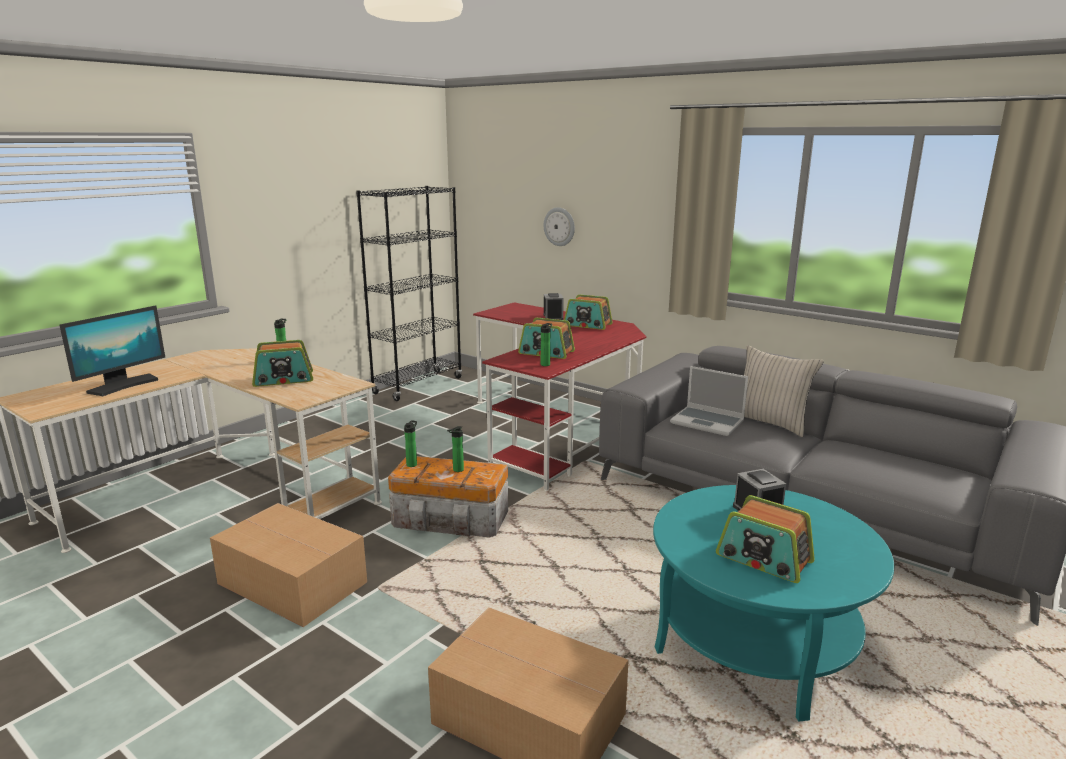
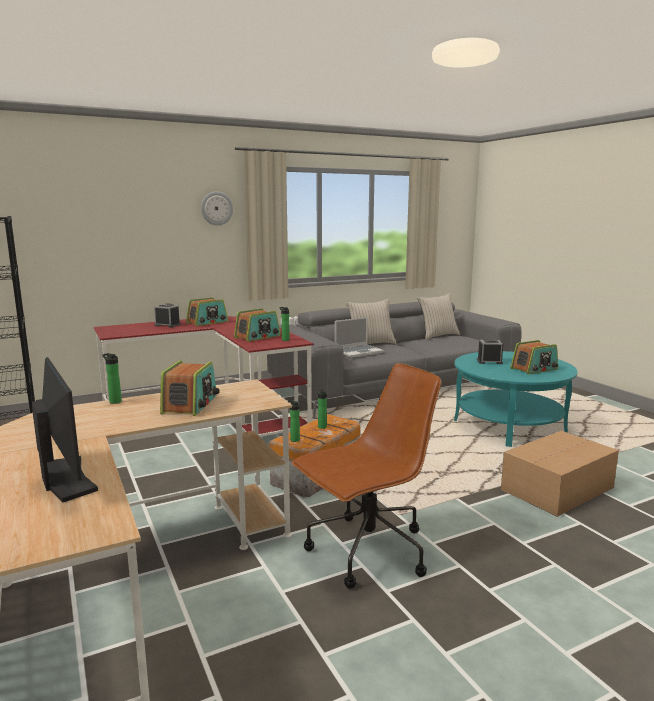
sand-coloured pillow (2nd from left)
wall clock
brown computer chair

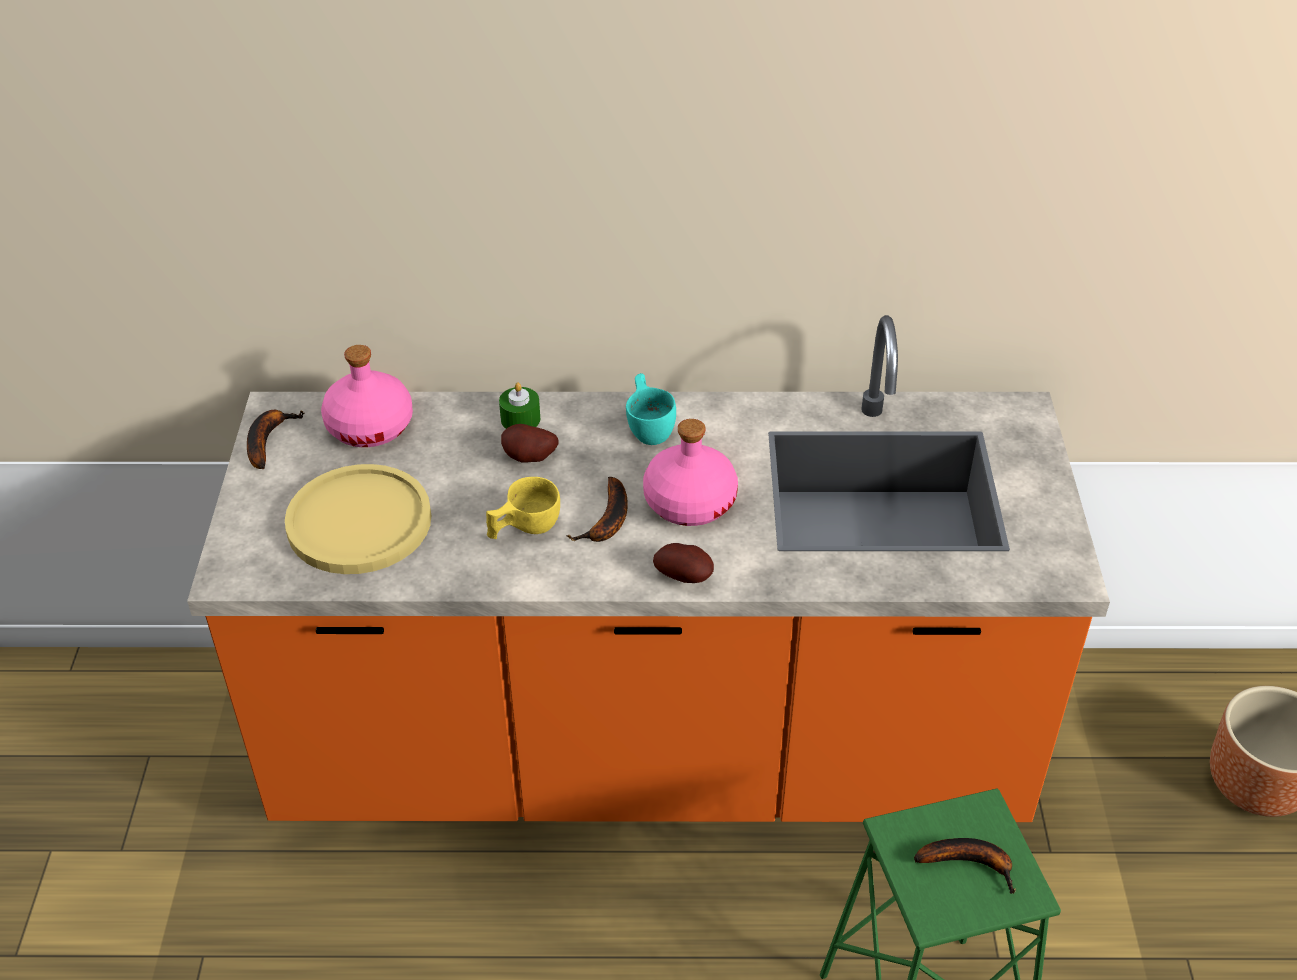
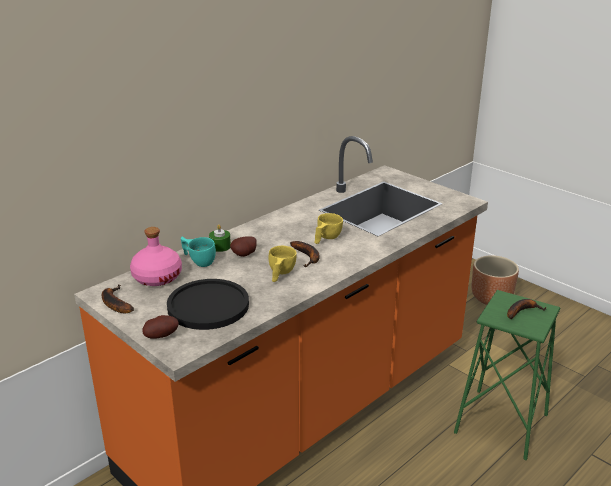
turquoise-coloured cup
potato (1st from left)
yellowish cup (2nd from left)
blackish flat dish

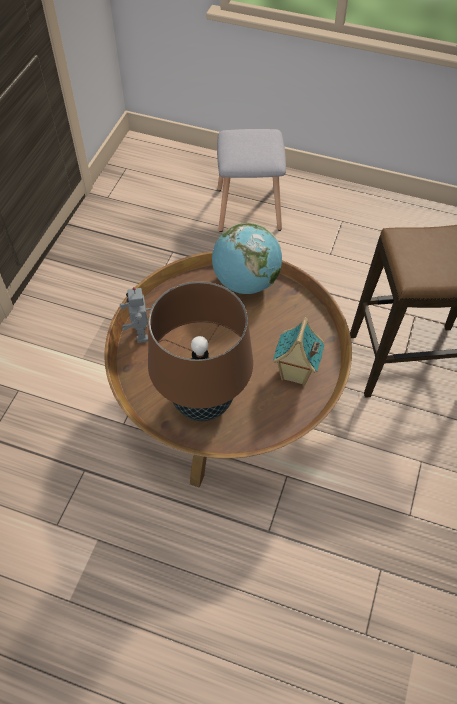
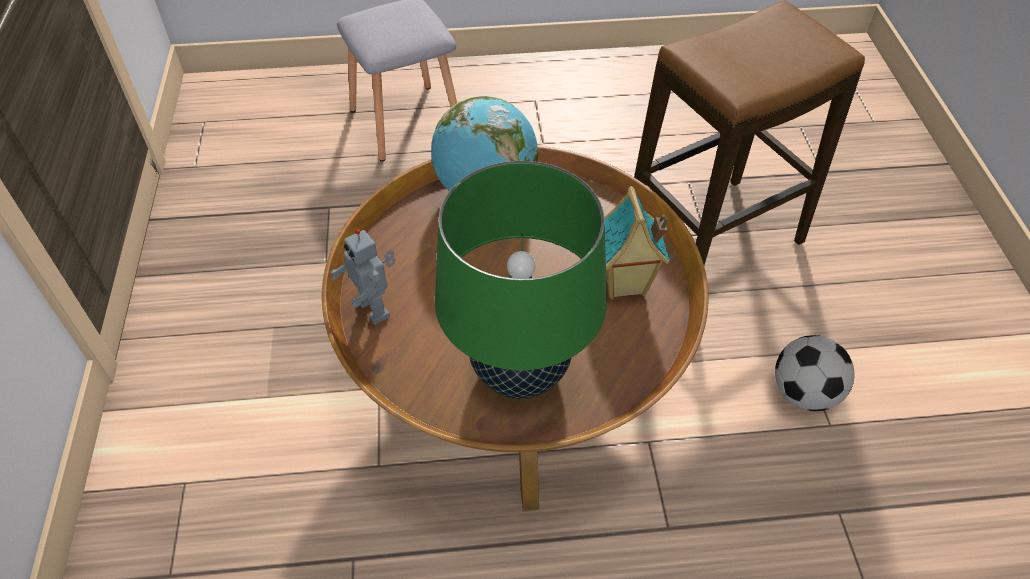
football ball
green-coloured lamp for a table

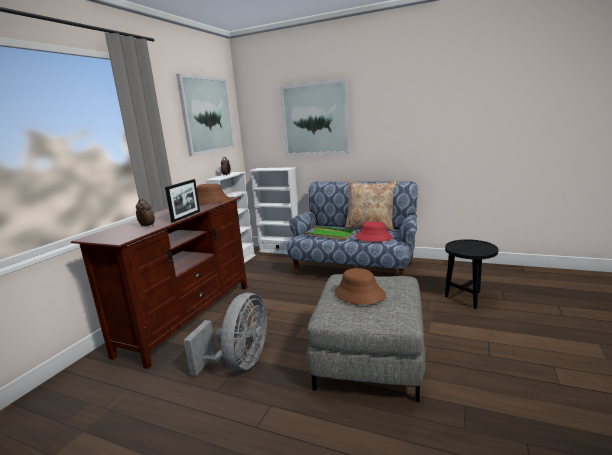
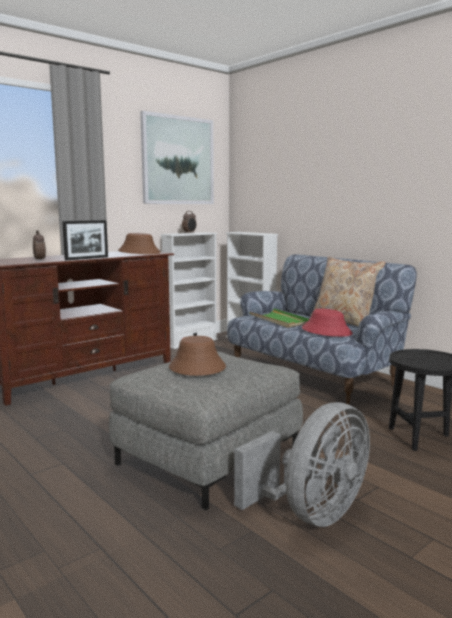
wall picture (2nd from left in the first image)
greyish fan

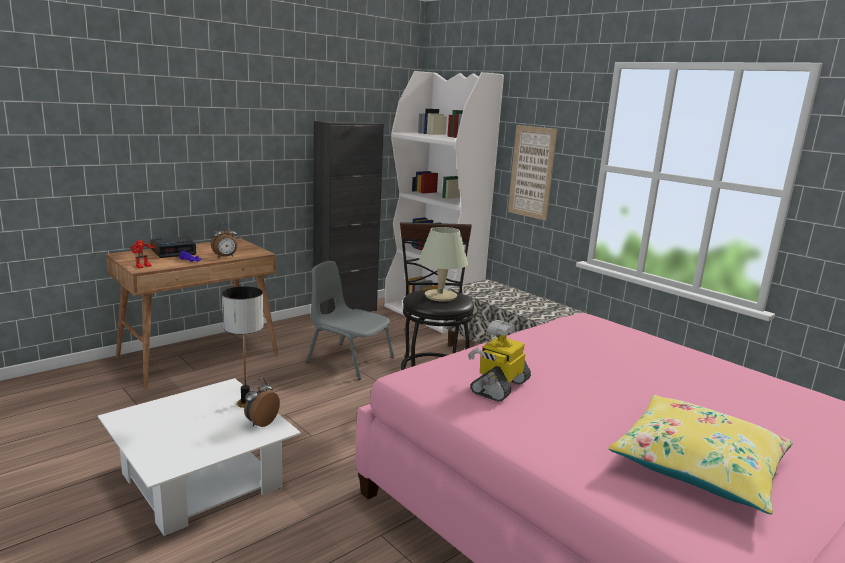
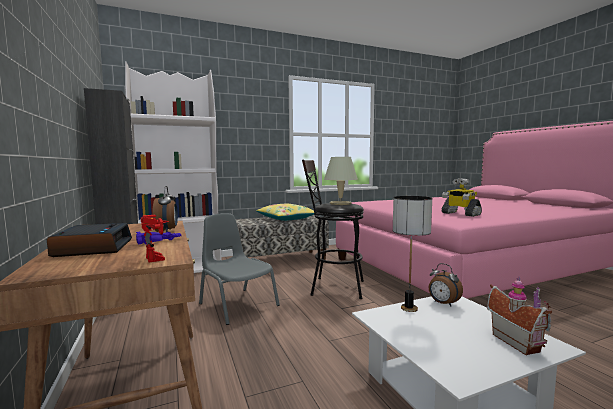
wall picture
model house
yellowish pillow
greyish plain chair

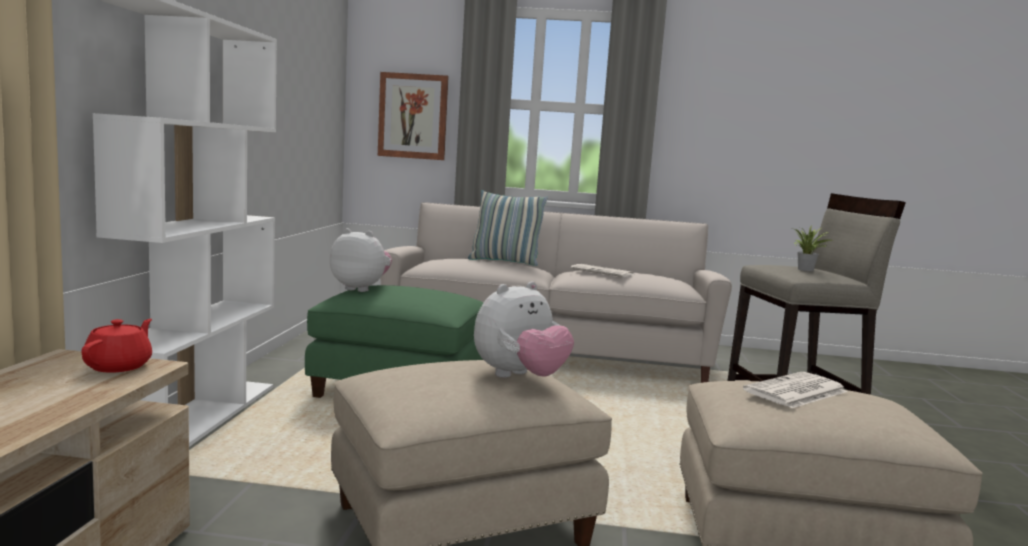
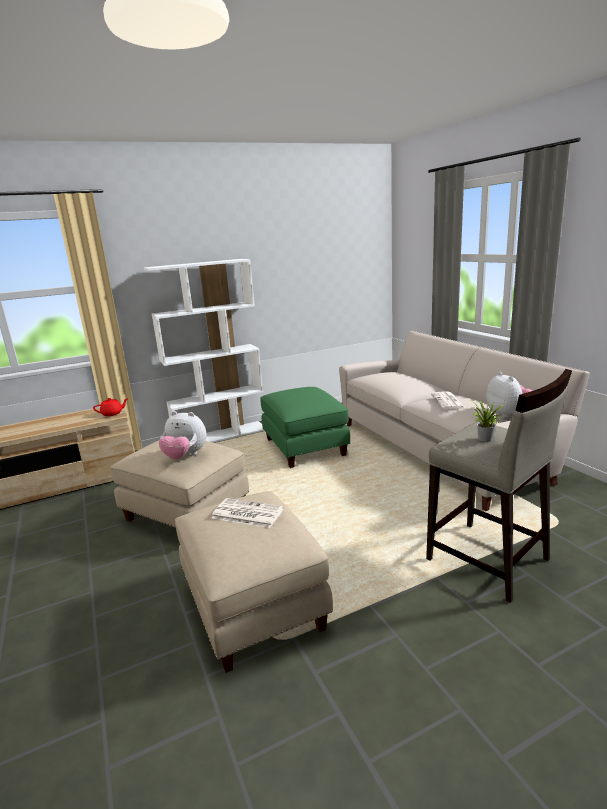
wall picture
pillow
soft toy (2nd from left)

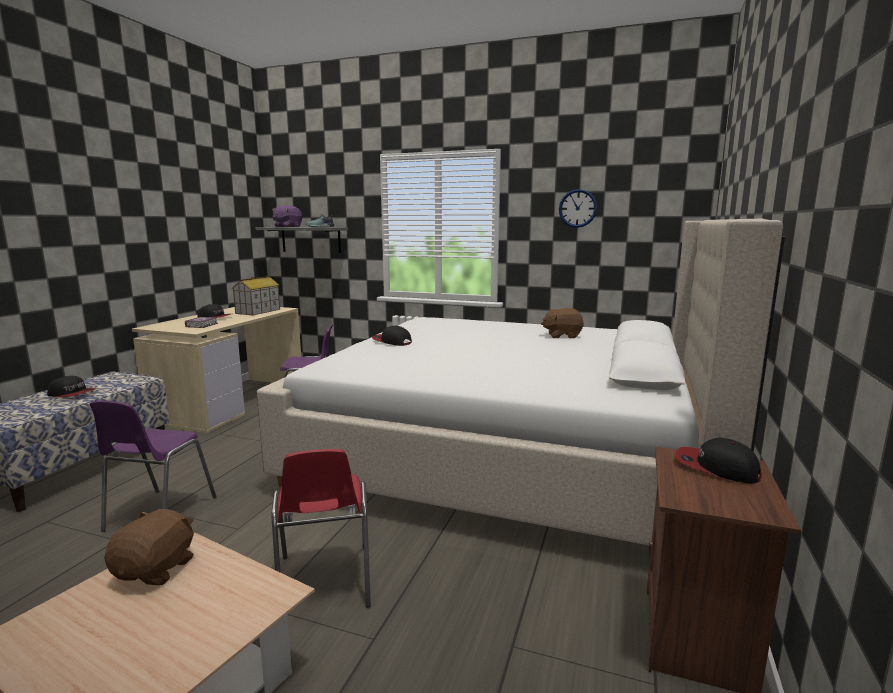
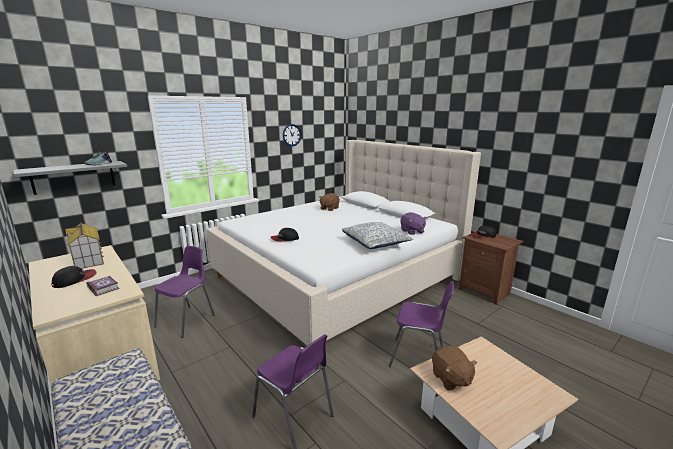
peaked cap (1st from left in the first image)
pillow
purple-coloured soft toy
purple-coloured plain chair (3rd from left)
brown soft toy (2nd from left)

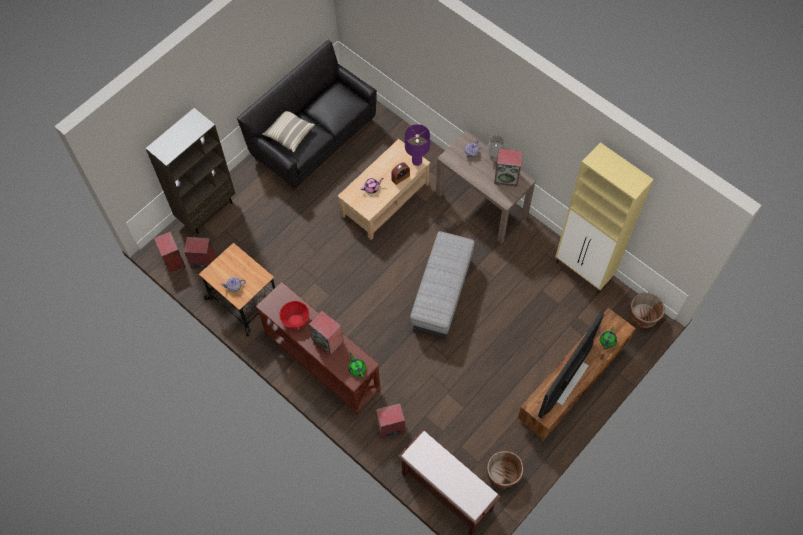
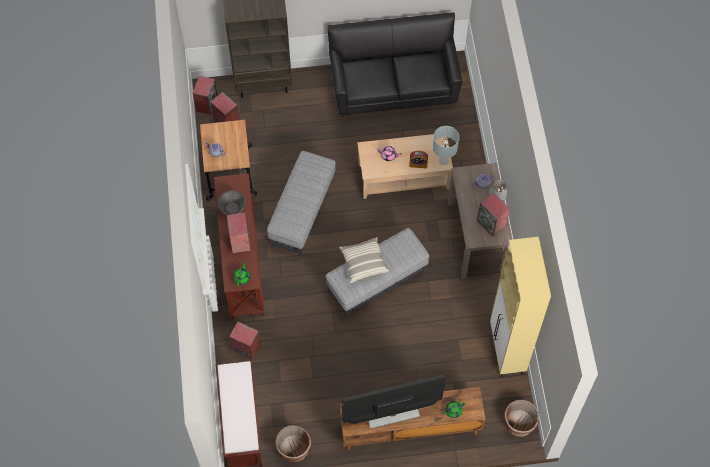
greyish footrest (1st from left)
pillow
greyish bowl
greyish lamp for a table (1st from left)

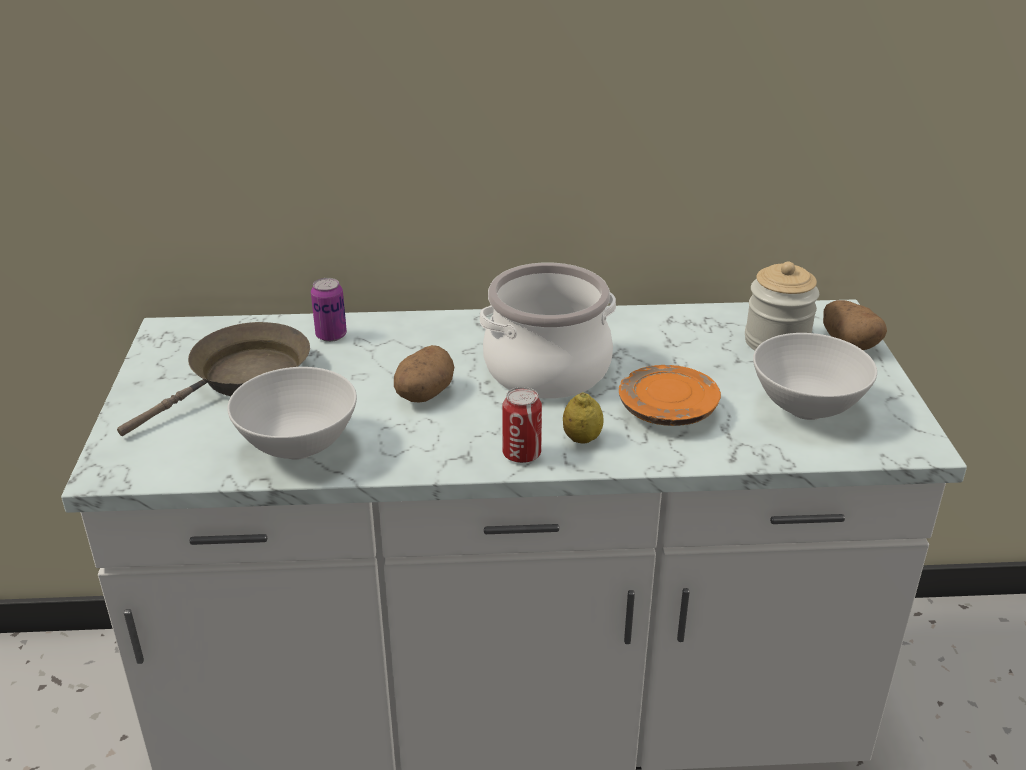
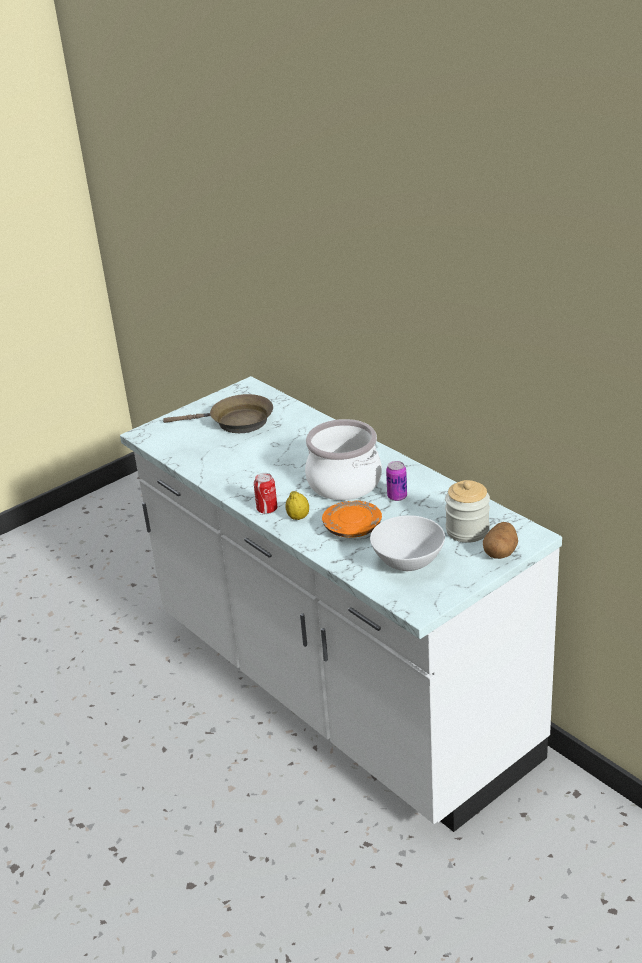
white-coloured bowl (1st from left in the first image)
potato (1st from left in the first image)
metal can (2nd from left)

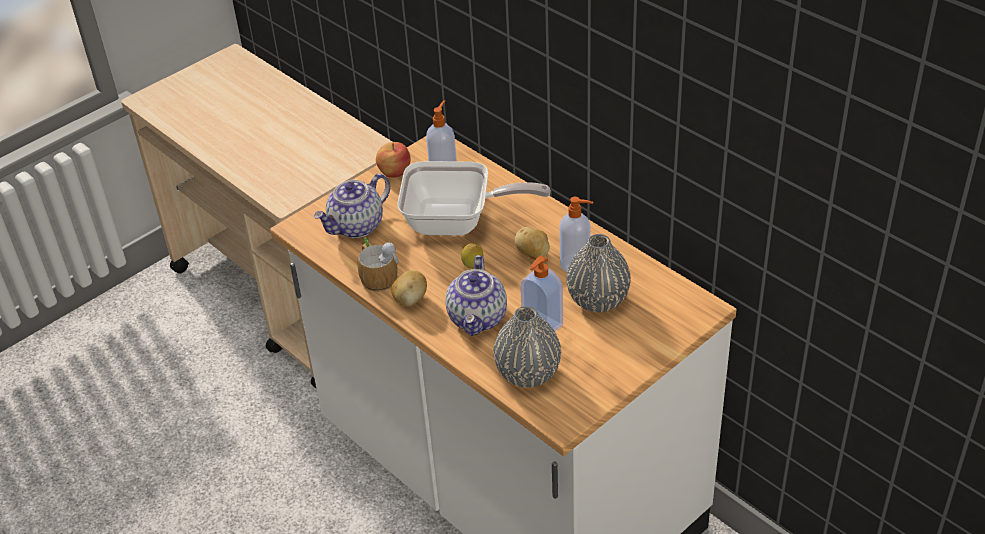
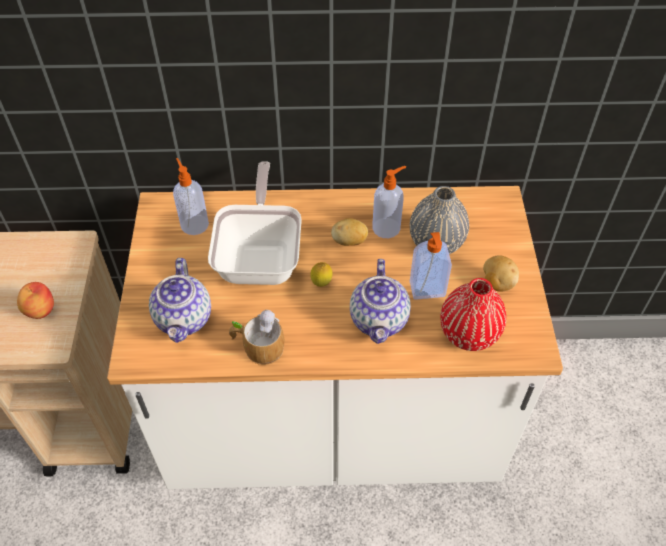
apple
potato (2nd from left)
red flower vase
pan
pot for tea (2nd from left)

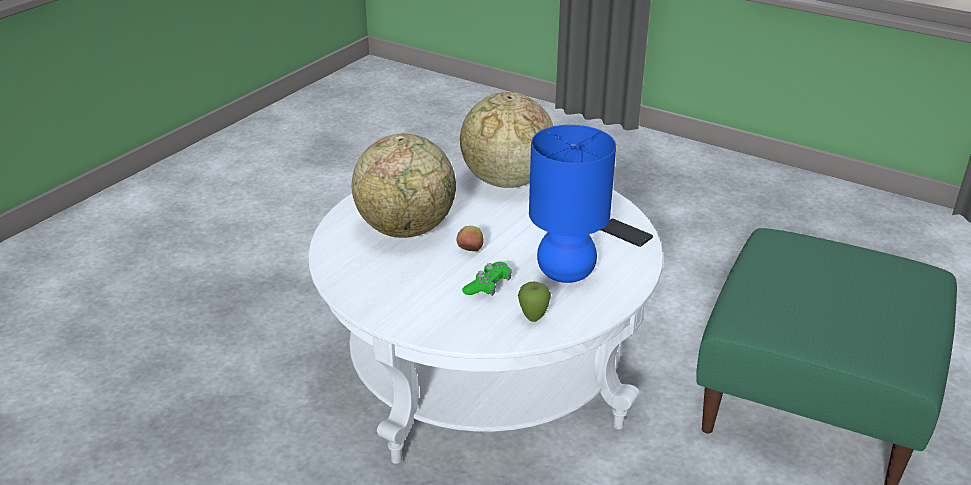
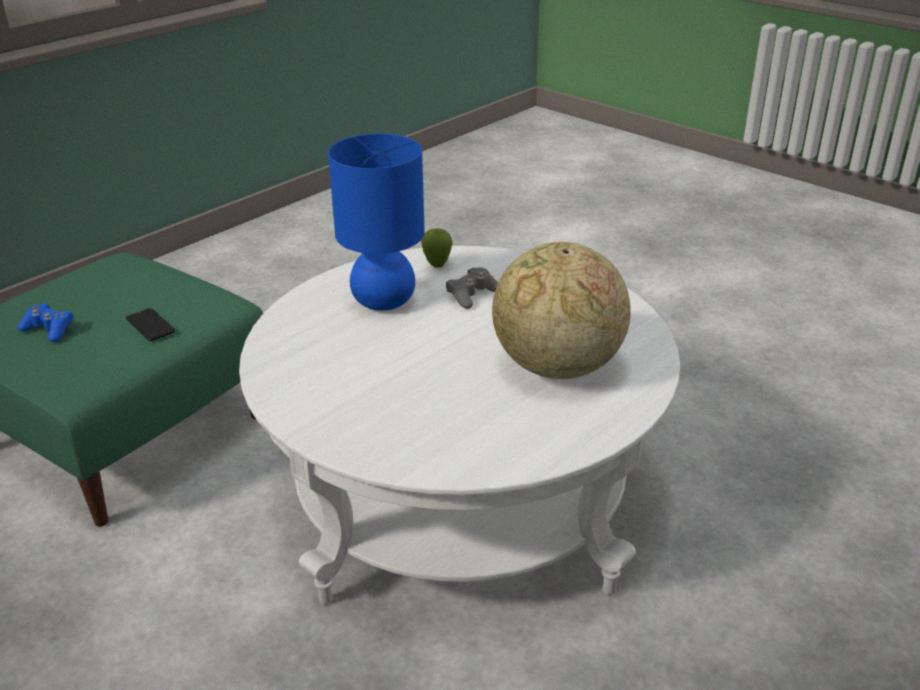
apple (1st from left in the first image)
globe (2nd from left in the first image)
blue game controller
handset
greyish game controller

